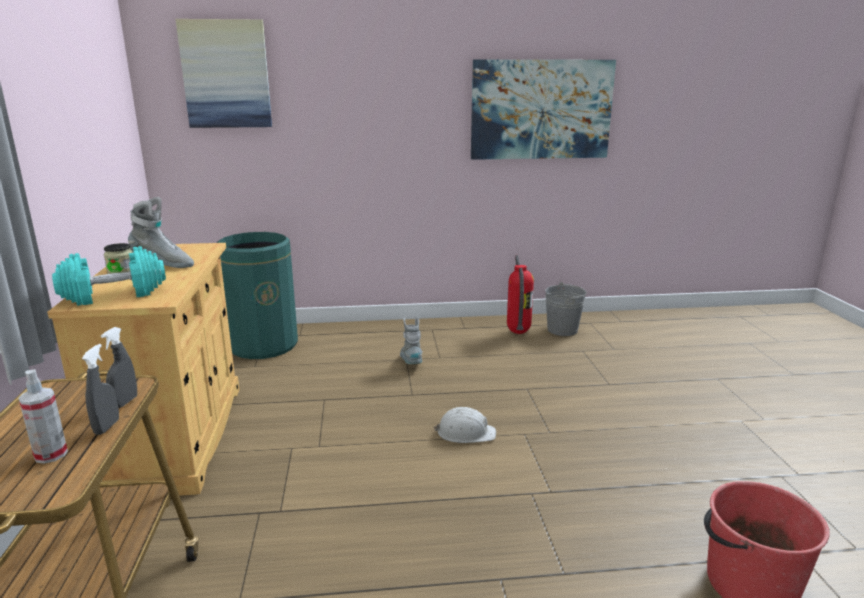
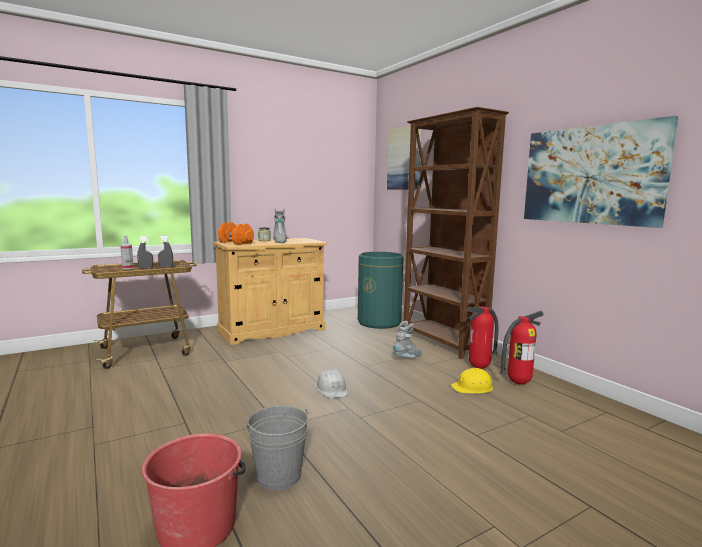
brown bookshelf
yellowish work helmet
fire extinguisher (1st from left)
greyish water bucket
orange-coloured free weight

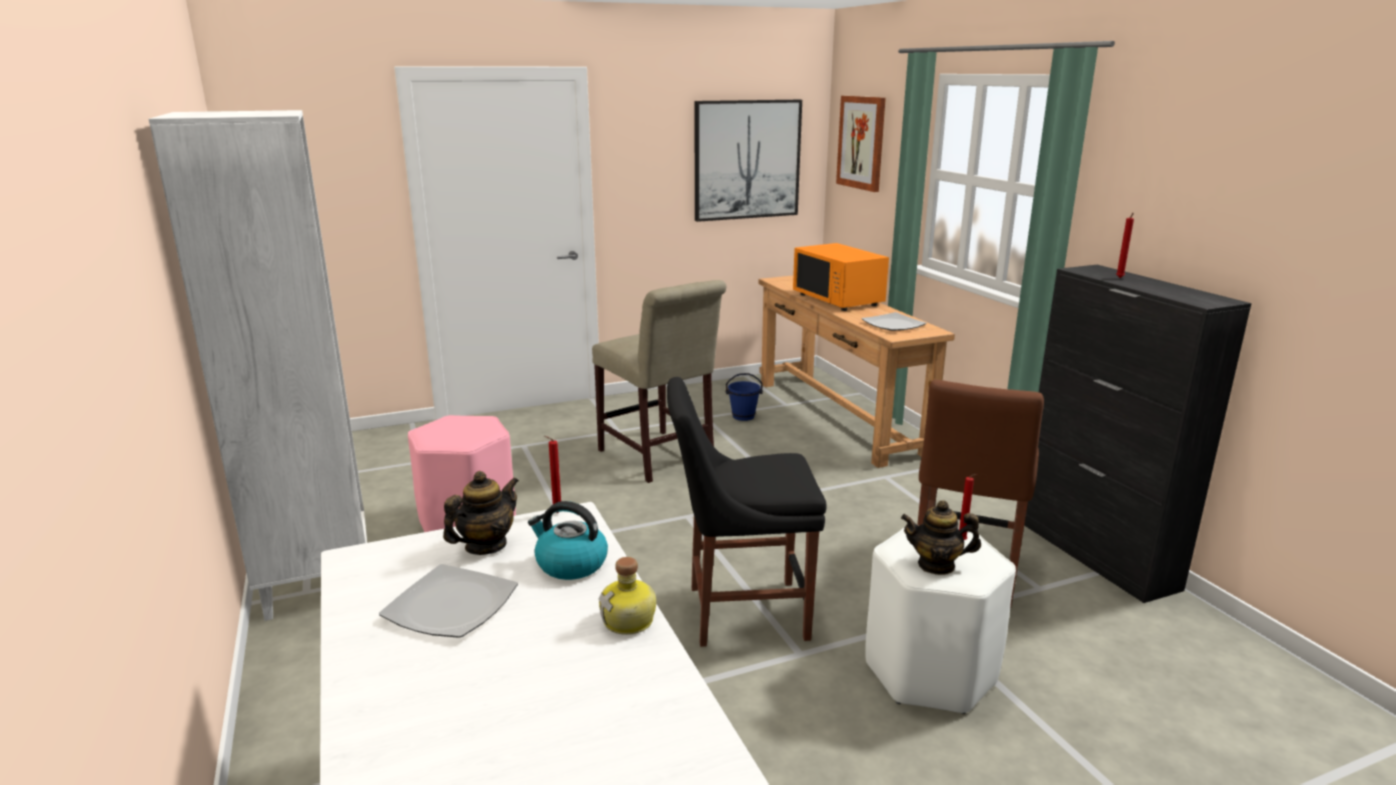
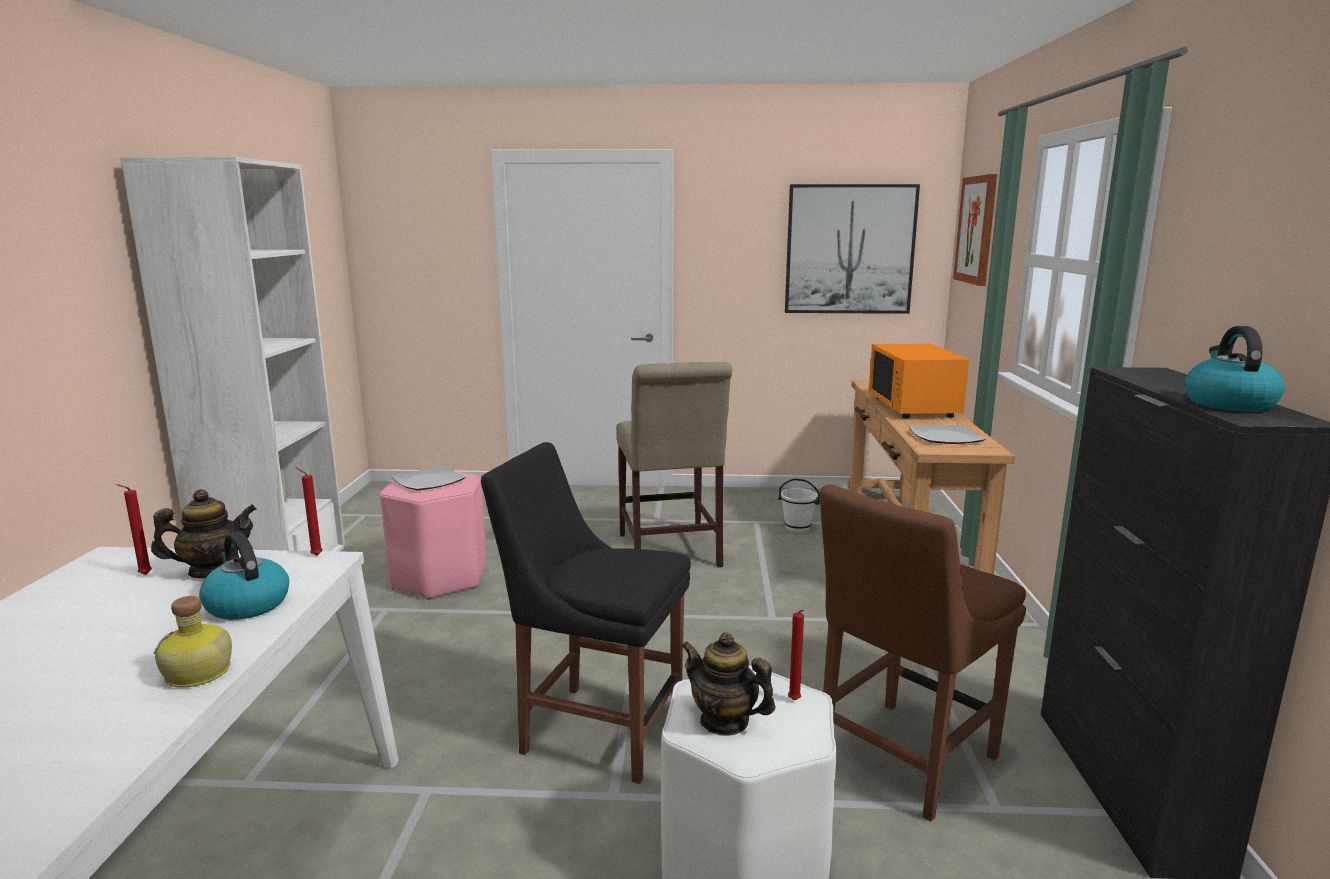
tea kettle (2nd from left)
flat dish (1st from left)
red wax candle (1st from left)
white-coloured water bucket

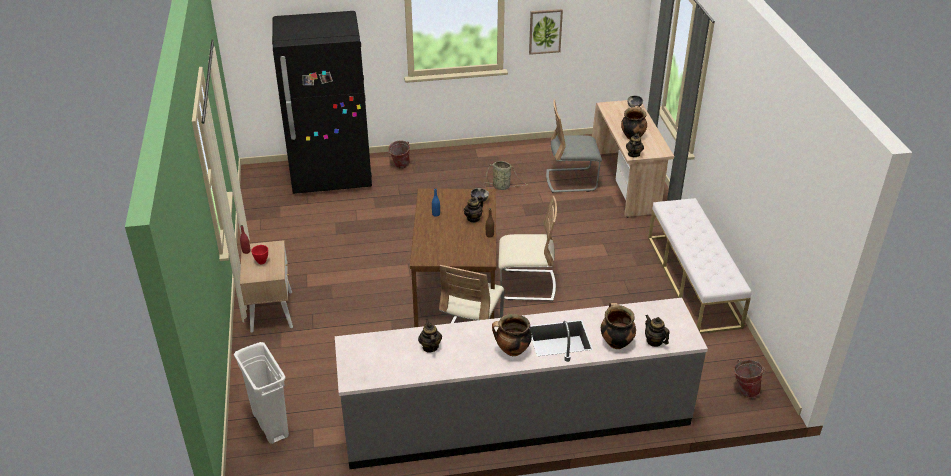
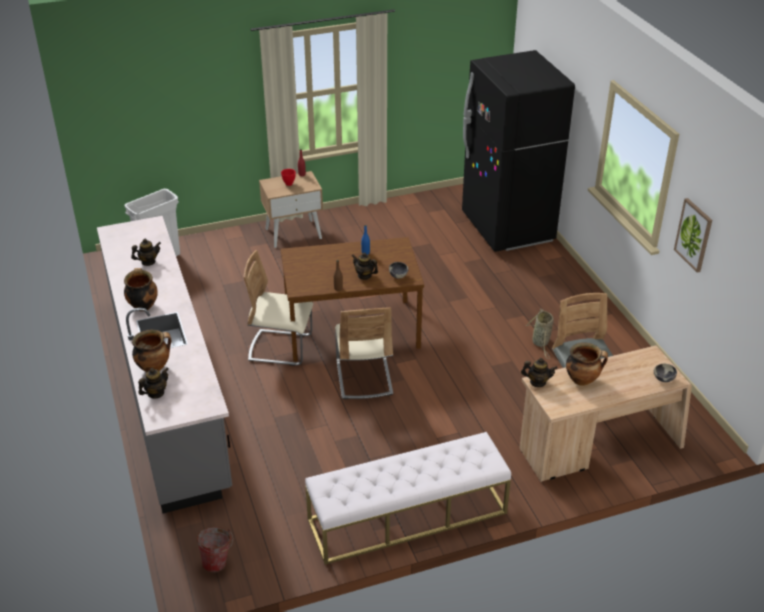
water bucket (1st from left in the first image)

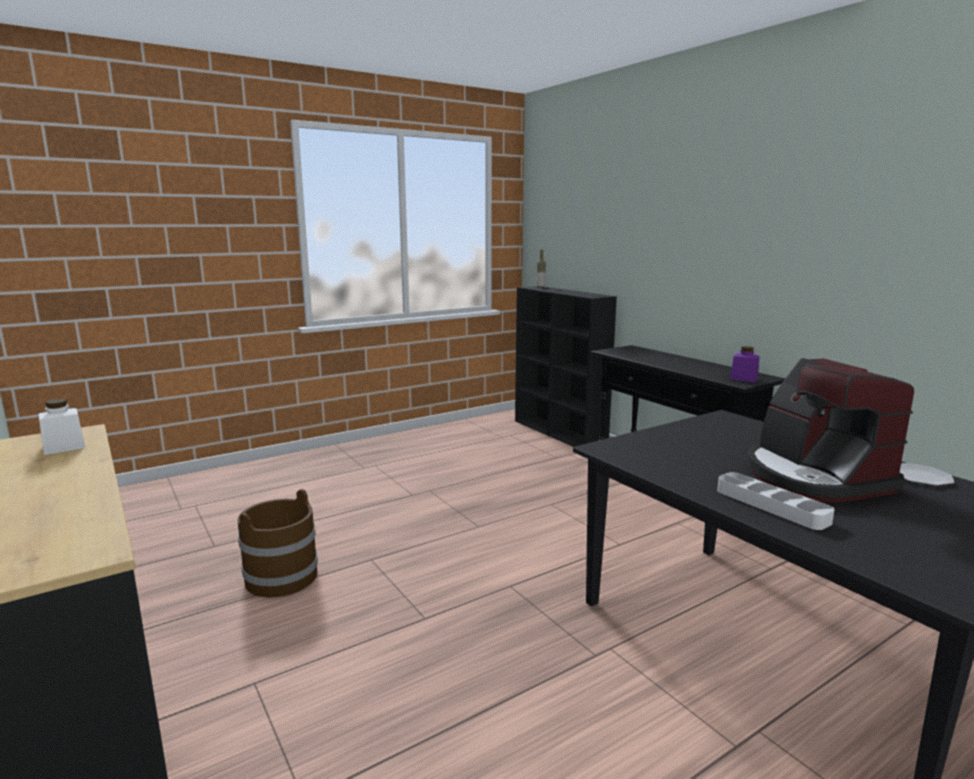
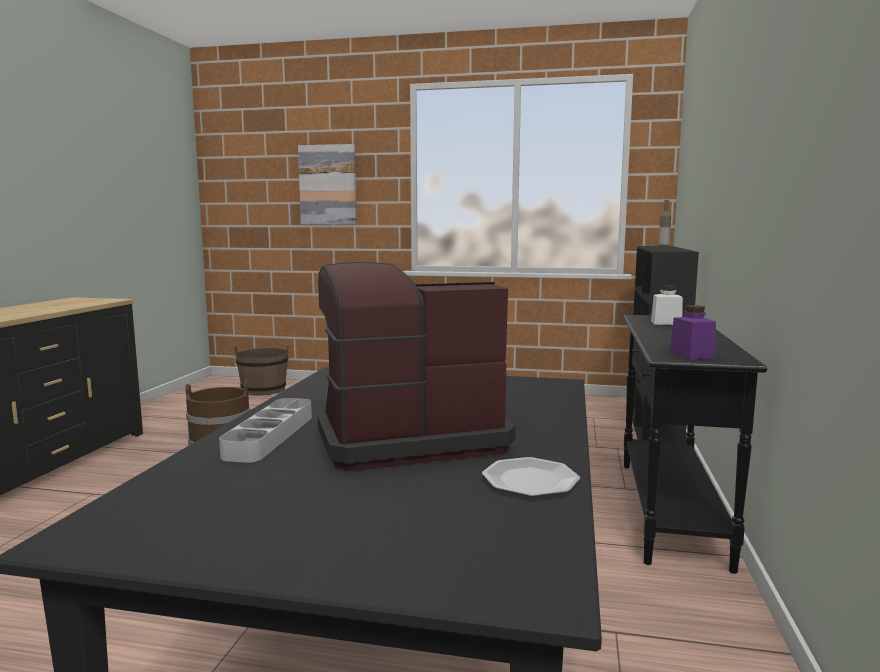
brown water bucket (2nd from left)
wall picture
white-coloured storage jar
coffee machine

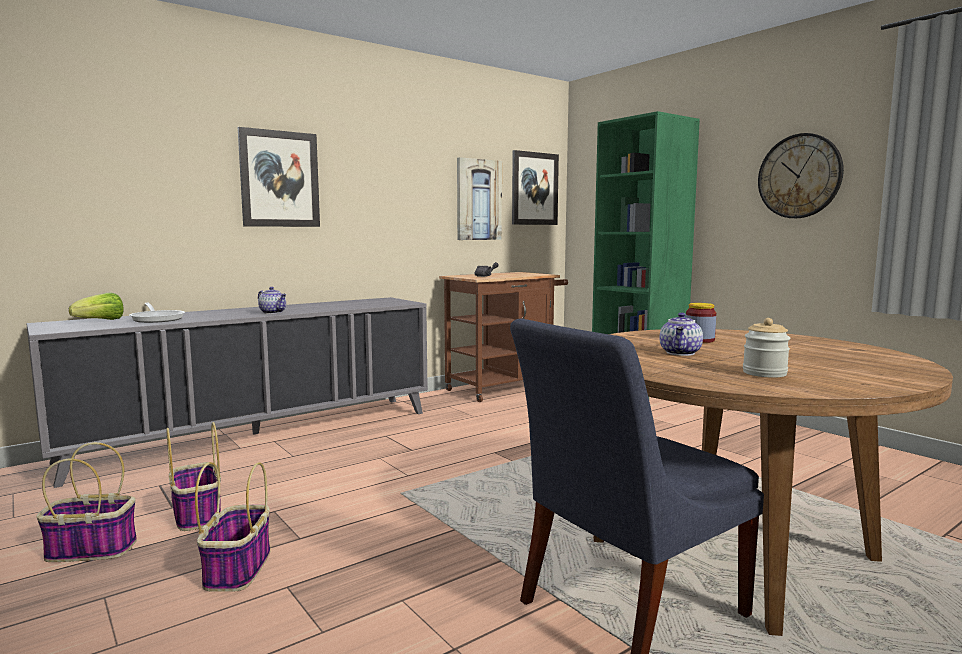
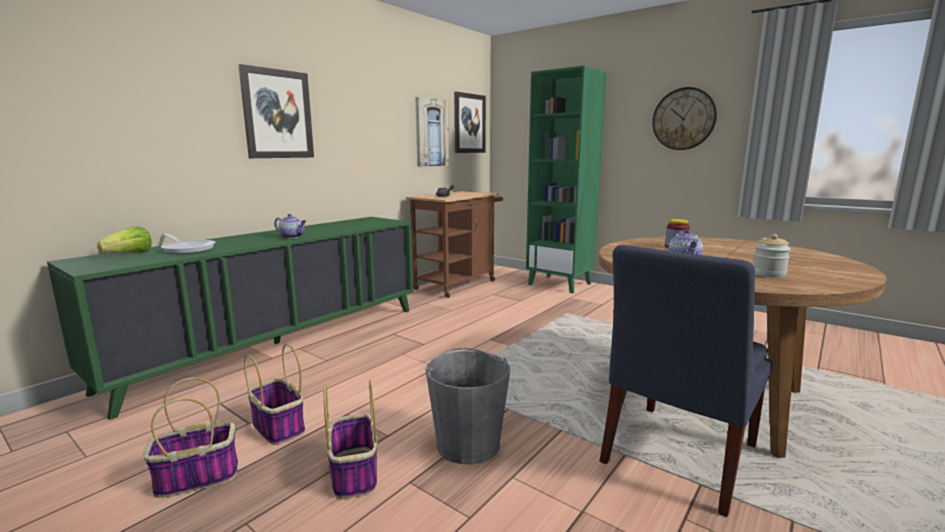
greyish water bucket
green-coloured cabinet

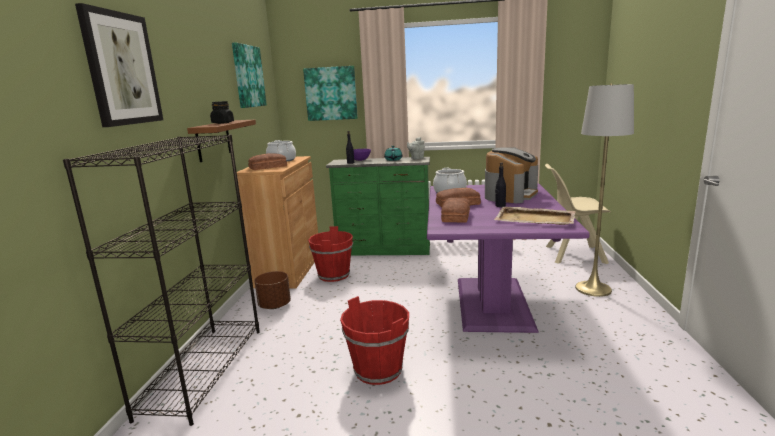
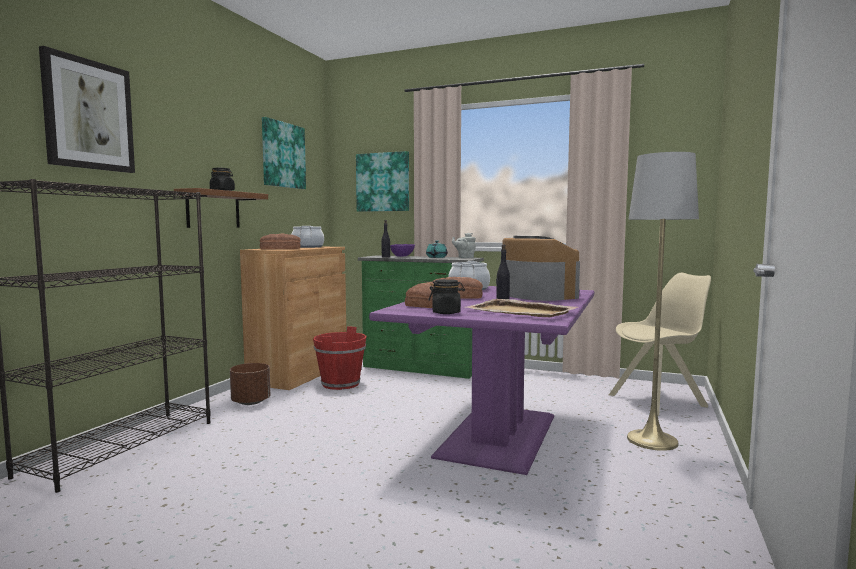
red water bucket (2nd from left in the first image)
blackish storage jar (2nd from left)
coffee machine
sand-coloured plain chair

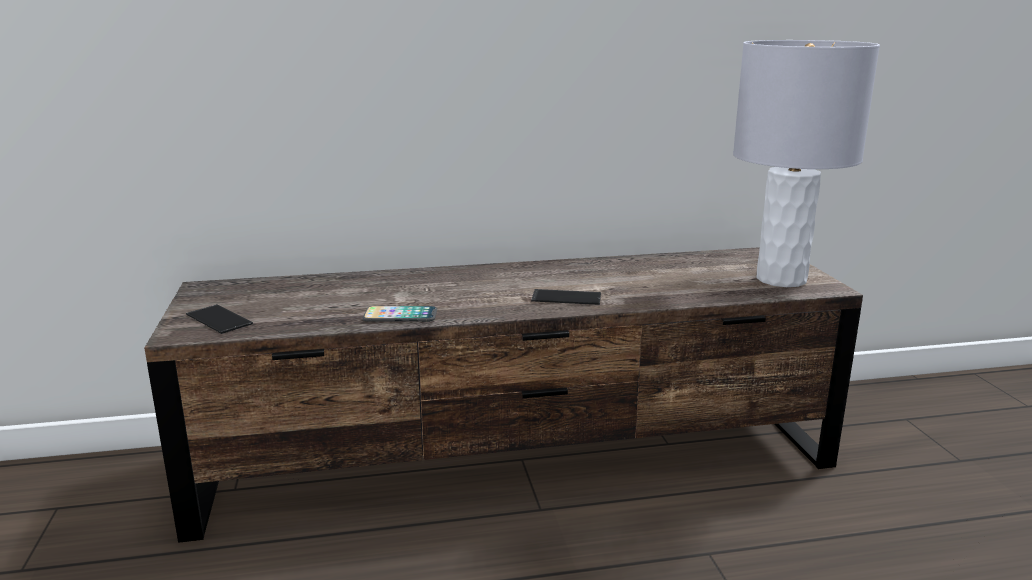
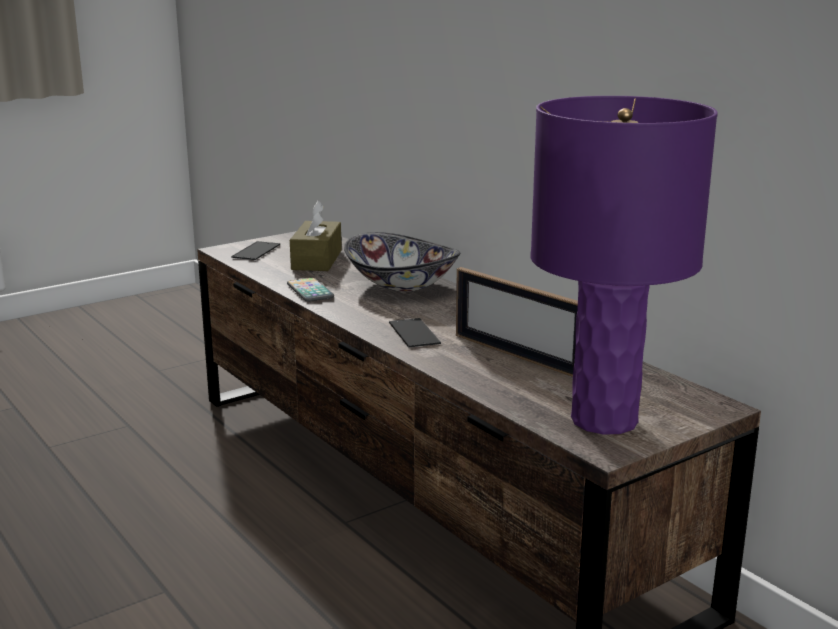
brown box of tissues
bowl
standing frame
purple-coloured lamp for a table

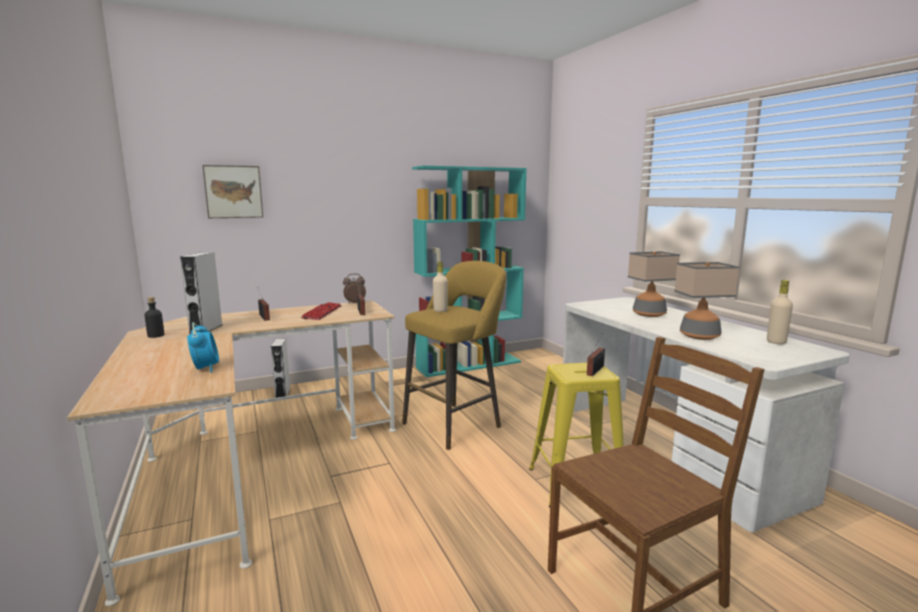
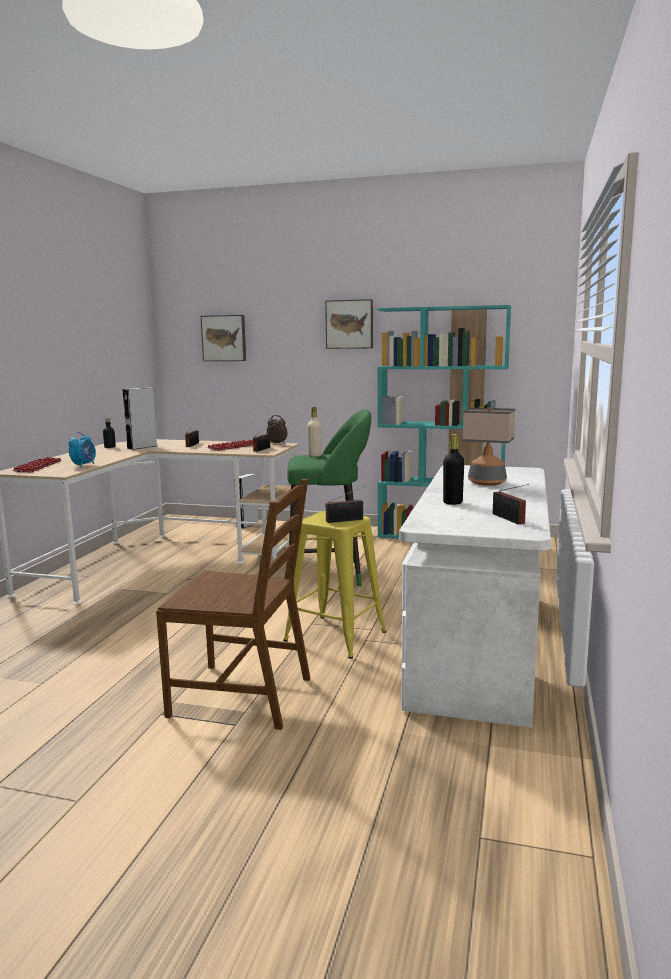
keyboard (1st from left)
wall picture (2nd from left)
blackish drink bottle (2nd from left)
radio receiver (4th from left)
green-coloured stool

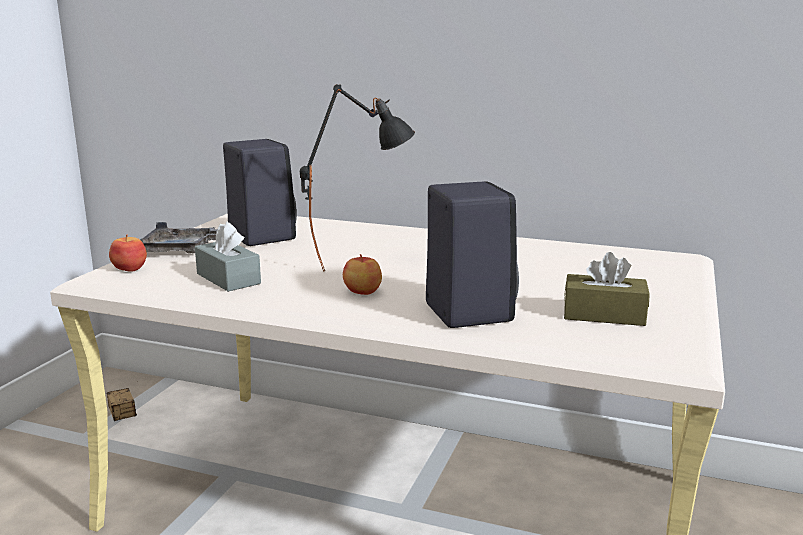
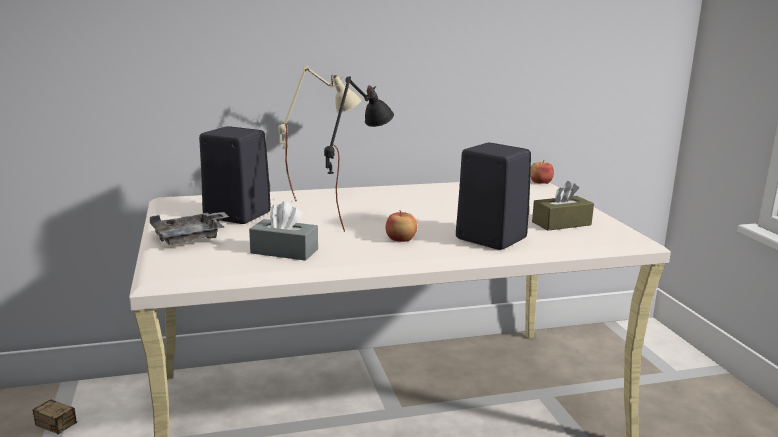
sand-coloured lamp for a table
apple (2nd from left)

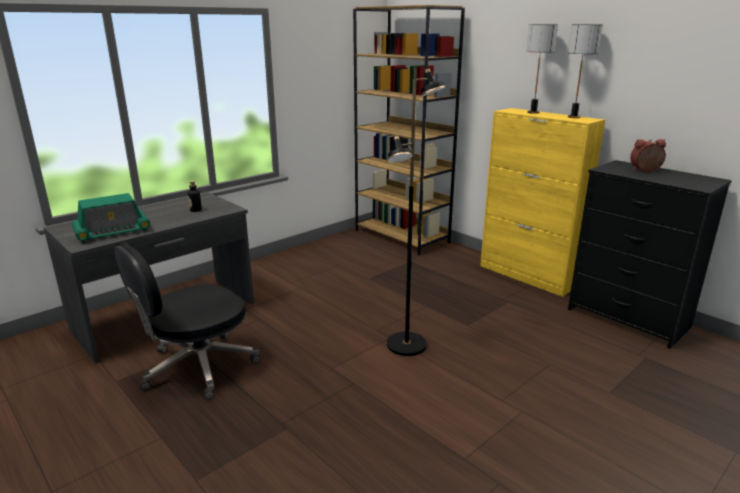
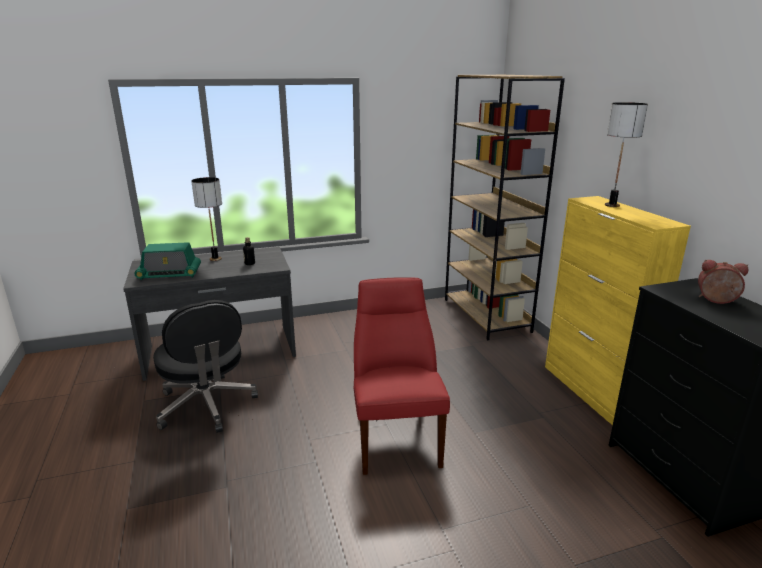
lamp for a table (1st from left)
red plain chair
blackish computer chair

